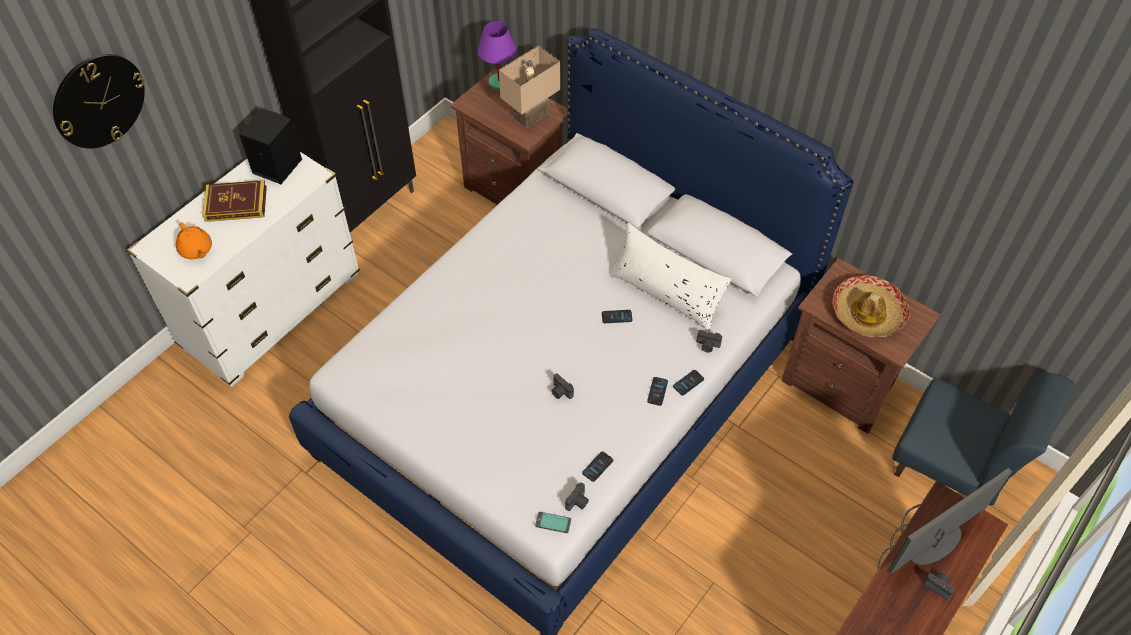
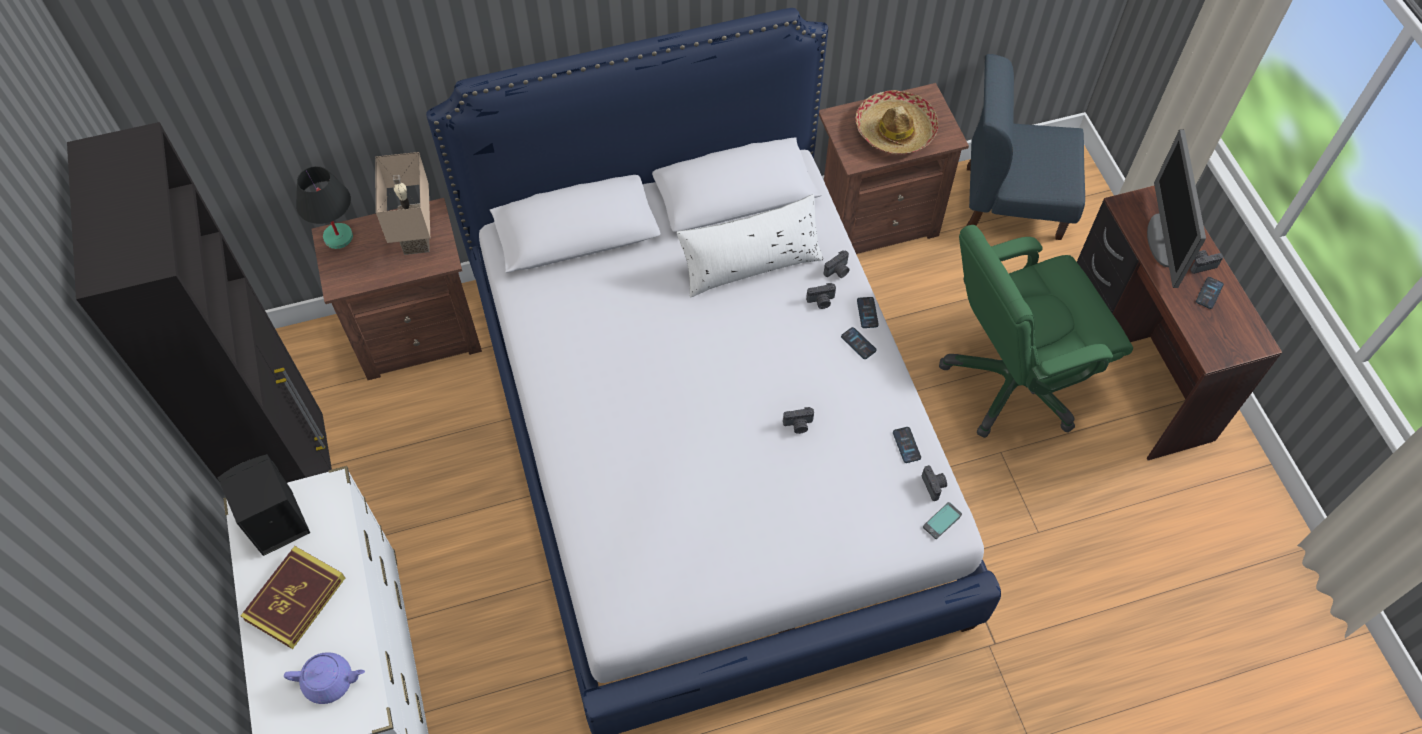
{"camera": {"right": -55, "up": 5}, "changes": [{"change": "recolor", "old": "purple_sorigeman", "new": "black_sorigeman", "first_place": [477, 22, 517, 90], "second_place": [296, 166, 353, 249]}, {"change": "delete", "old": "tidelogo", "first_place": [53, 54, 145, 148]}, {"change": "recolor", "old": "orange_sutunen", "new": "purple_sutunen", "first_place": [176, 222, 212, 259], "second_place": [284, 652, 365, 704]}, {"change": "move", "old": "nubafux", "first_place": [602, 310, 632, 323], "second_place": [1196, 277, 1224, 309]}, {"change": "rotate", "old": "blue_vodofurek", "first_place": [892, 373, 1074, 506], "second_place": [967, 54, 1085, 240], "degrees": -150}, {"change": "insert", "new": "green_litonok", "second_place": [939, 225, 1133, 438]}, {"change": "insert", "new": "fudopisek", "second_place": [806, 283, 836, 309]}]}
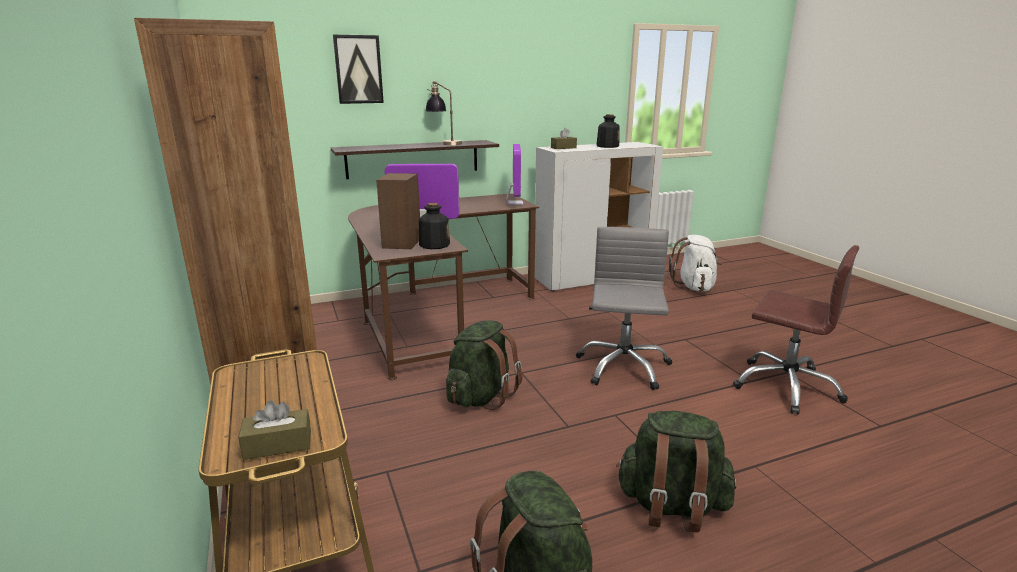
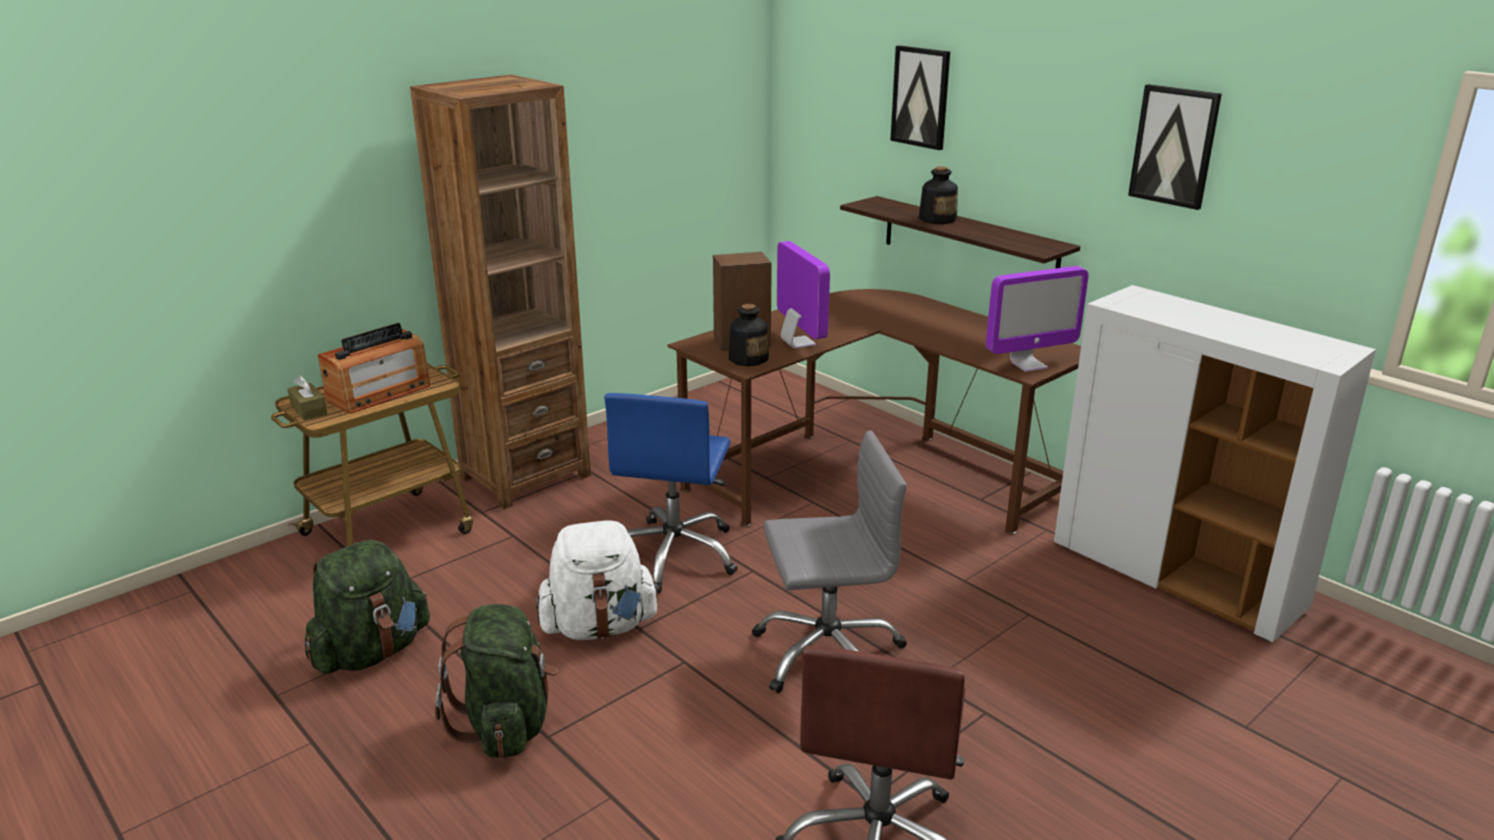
{"camera": {"right": 70, "up": 5}, "changes": [{"change": "delete", "old": "sorigeman", "first_place": [426, 81, 462, 145]}, {"change": "move", "old": "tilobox", "first_place": [596, 114, 620, 148], "second_place": [919, 167, 958, 224]}, {"change": "delete", "old": "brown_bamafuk", "first_place": [551, 128, 577, 149]}, {"change": "move", "old": "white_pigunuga", "first_place": [669, 235, 721, 292], "second_place": [536, 520, 660, 640]}, {"change": "replace", "old": "green_pigunuga", "new": "blue_litonok", "first_place": [446, 320, 522, 410], "second_place": [604, 393, 738, 593]}, {"change": "insert", "new": "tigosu", "second_place": [1128, 84, 1222, 210]}, {"change": "insert", "new": "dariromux", "second_place": [318, 323, 430, 414]}]}
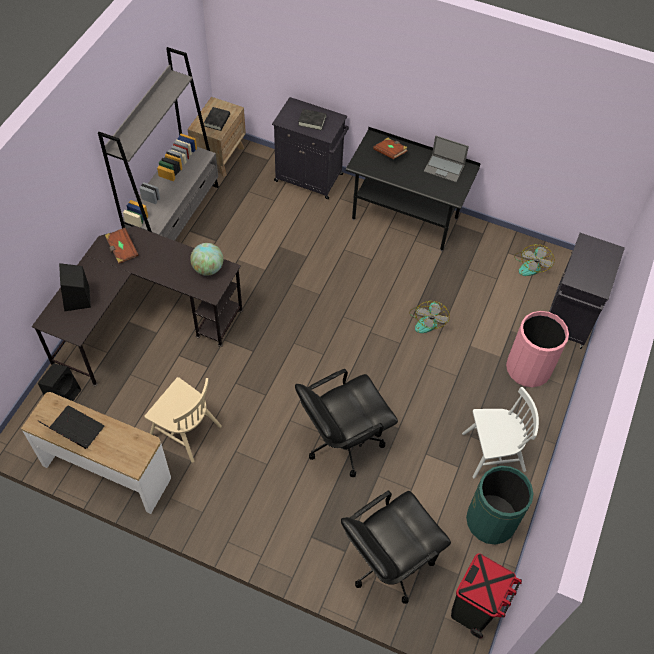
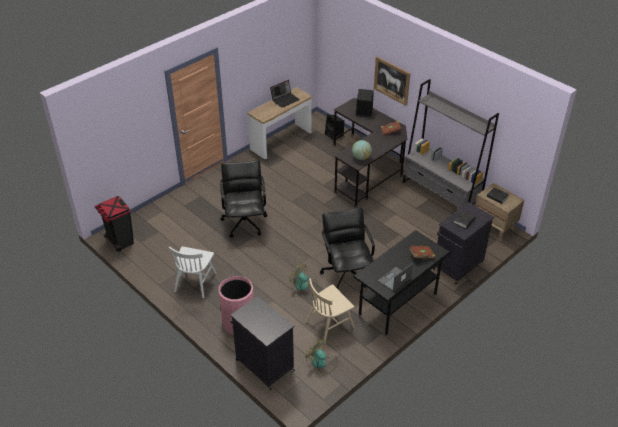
{"camera": {"right": 115, "up": -15}, "changes": [{"change": "move", "old": "beige_vodofurek", "first_place": [144, 377, 222, 463], "second_place": [305, 278, 354, 343]}, {"change": "delete", "old": "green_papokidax", "first_place": [466, 466, 533, 544]}, {"change": "move", "old": "black_litonok", "first_place": [341, 490, 451, 604], "second_place": [320, 207, 375, 290]}, {"change": "insert", "new": "tigosu", "second_place": [374, 57, 410, 106]}]}
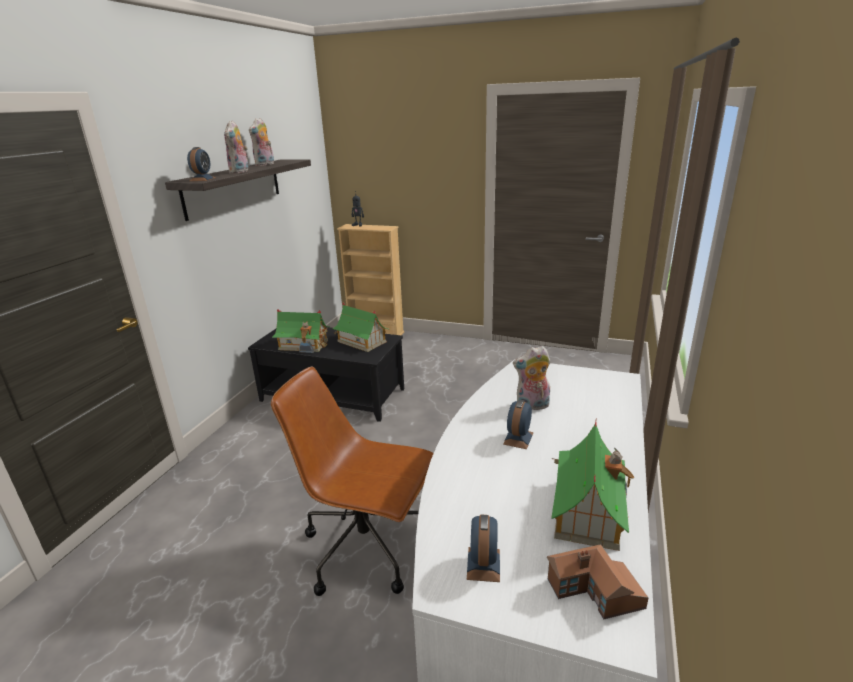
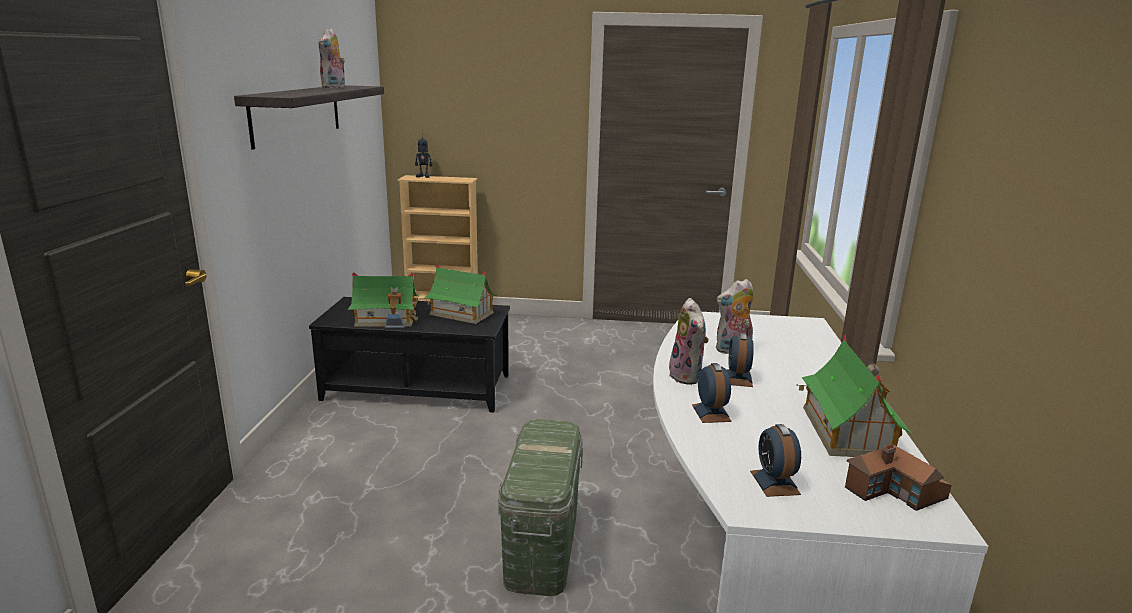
{"camera": {"right": -15, "up": -5}, "changes": [{"change": "move", "old": "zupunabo", "first_place": [224, 120, 248, 173], "second_place": [666, 298, 708, 385]}, {"change": "move", "old": "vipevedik", "first_place": [187, 147, 216, 181], "second_place": [692, 363, 732, 423]}, {"change": "replace", "old": "brown_litonok", "new": "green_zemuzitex", "first_place": [271, 367, 434, 596], "second_place": [498, 419, 583, 596]}]}
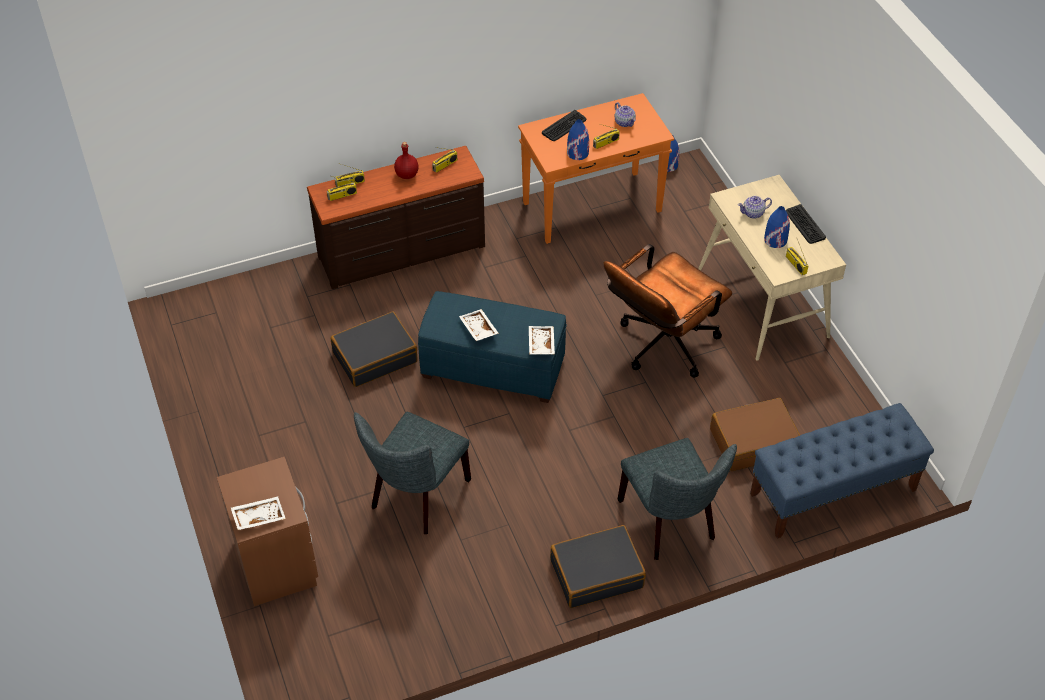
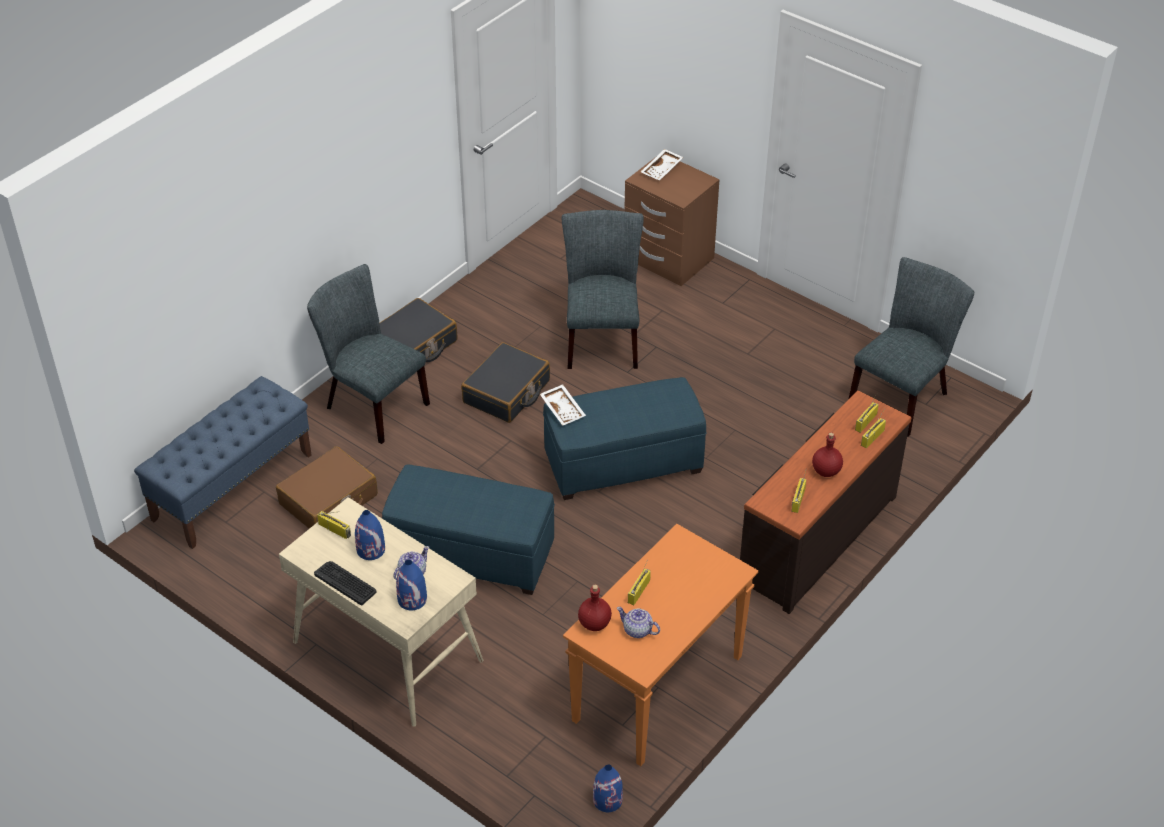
{"camera": {"right": 150, "up": -5}, "changes": [{"change": "delete", "old": "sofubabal", "first_place": [542, 110, 586, 141]}, {"change": "move", "old": "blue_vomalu", "first_place": [567, 119, 589, 160], "second_place": [396, 560, 427, 610]}, {"change": "replace", "old": "brown_litonok", "new": "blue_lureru", "first_place": [603, 244, 732, 378], "second_place": [382, 464, 555, 595]}, {"change": "delete", "old": "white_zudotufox", "first_place": [459, 309, 499, 341]}, {"change": "move", "old": "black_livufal", "first_place": [331, 311, 418, 387], "second_place": [461, 342, 550, 423]}, {"change": "insert", "new": "grey_vodofurek", "second_place": [849, 257, 974, 437]}, {"change": "insert", "new": "red_tilobox", "second_place": [578, 585, 612, 631]}]}
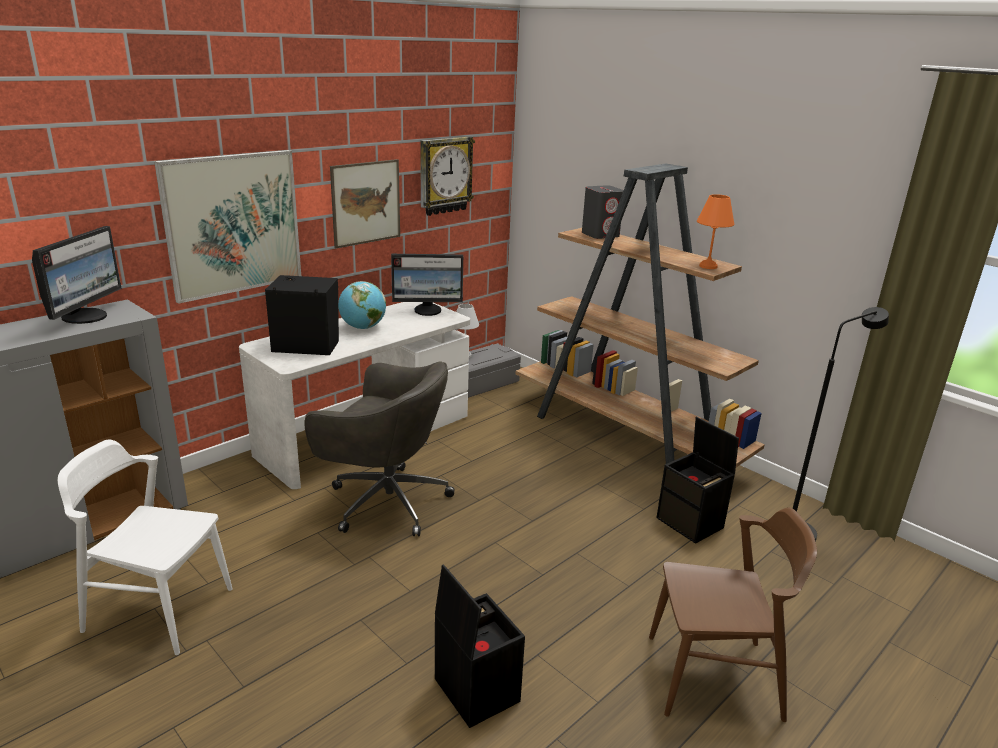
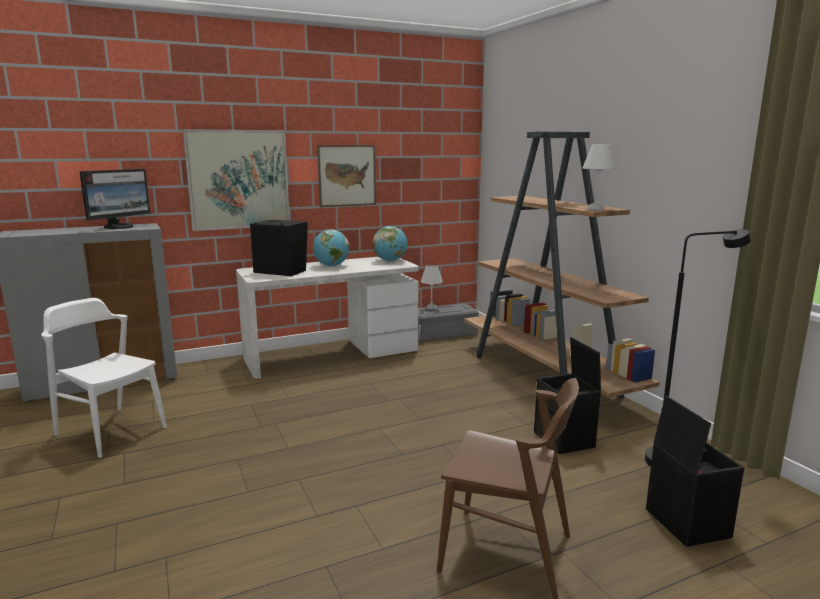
{"camera": {"right": 20, "up": -10}, "changes": [{"change": "delete", "old": "tidelogo", "first_place": [420, 136, 475, 216]}, {"change": "delete", "old": "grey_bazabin", "first_place": [582, 185, 624, 239]}, {"change": "recolor", "old": "orange_sorigeman", "new": "white_sorigeman", "first_place": [697, 194, 734, 269], "second_place": [583, 145, 616, 210]}, {"change": "replace", "old": "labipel", "new": "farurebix", "first_place": [391, 254, 463, 316], "second_place": [373, 226, 408, 261]}, {"change": "delete", "old": "grey_litonok", "first_place": [304, 361, 455, 536]}, {"change": "move", "old": "black_zemuzitex", "first_place": [435, 564, 525, 728], "second_place": [646, 395, 744, 547]}]}
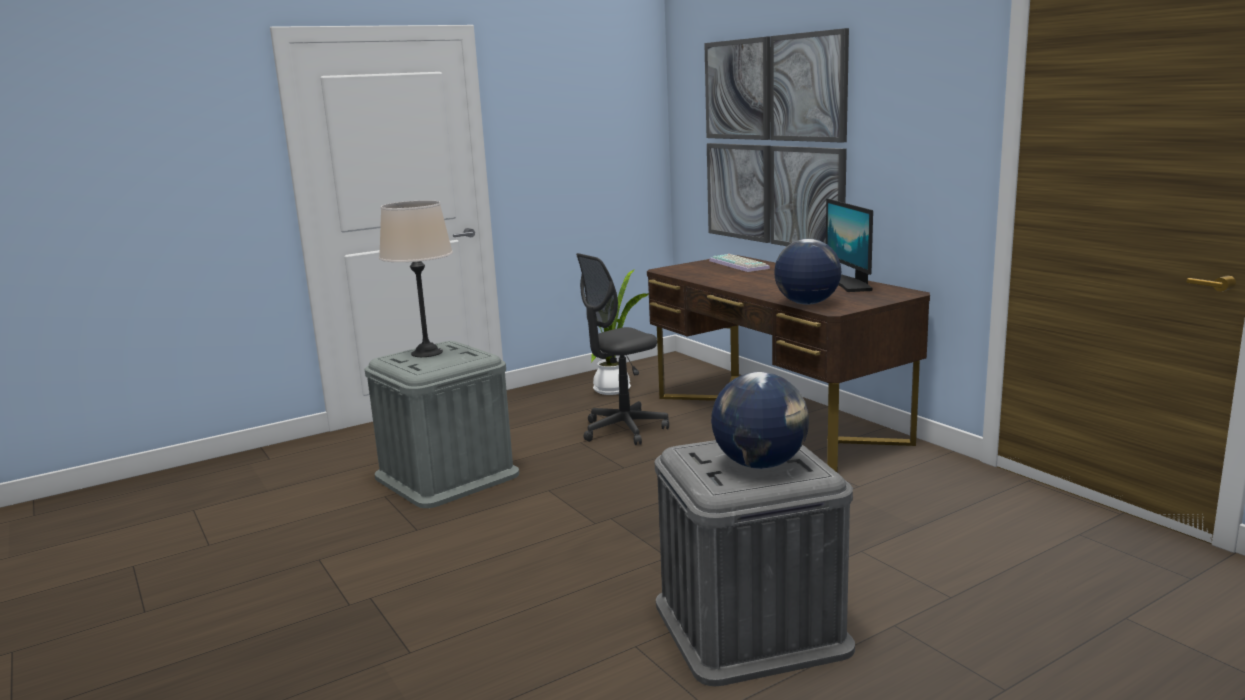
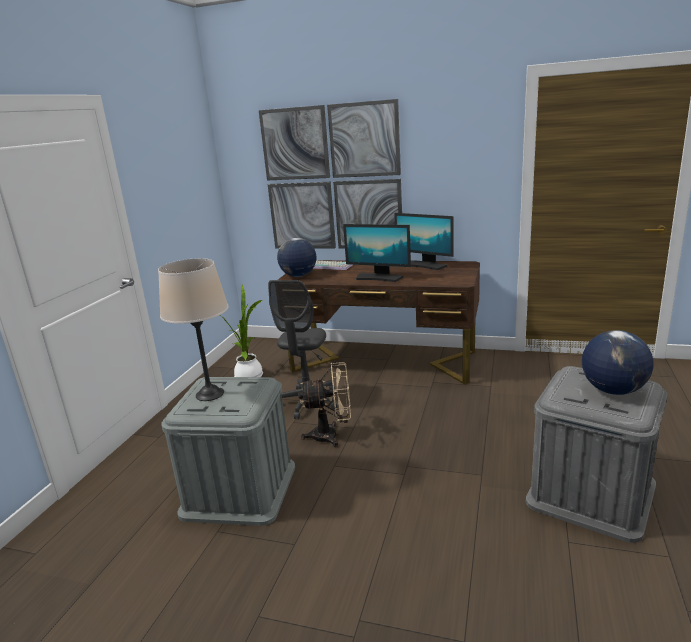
{"camera": {"right": -40, "up": 5}, "changes": [{"change": "move", "old": "farurebix", "first_place": [774, 239, 841, 305], "second_place": [277, 238, 316, 277]}, {"change": "insert", "new": "labipel", "second_place": [343, 224, 411, 282]}, {"change": "insert", "new": "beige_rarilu", "second_place": [298, 362, 351, 447]}]}
